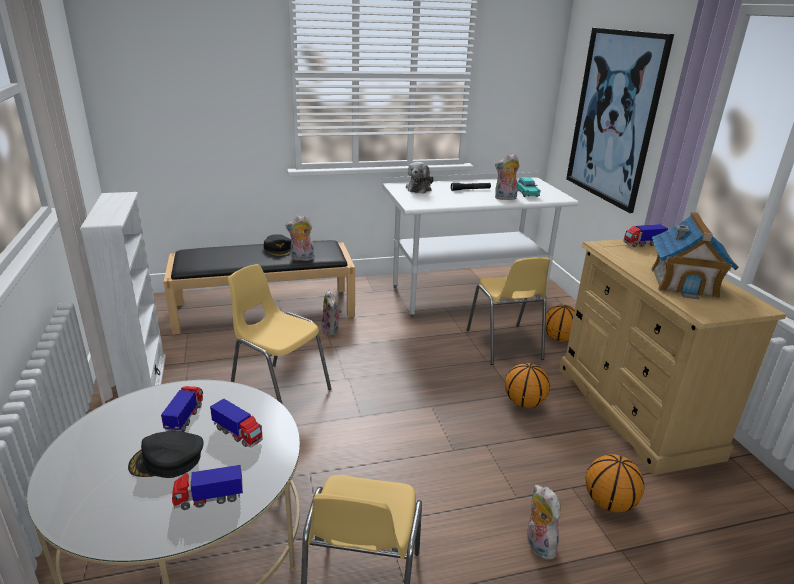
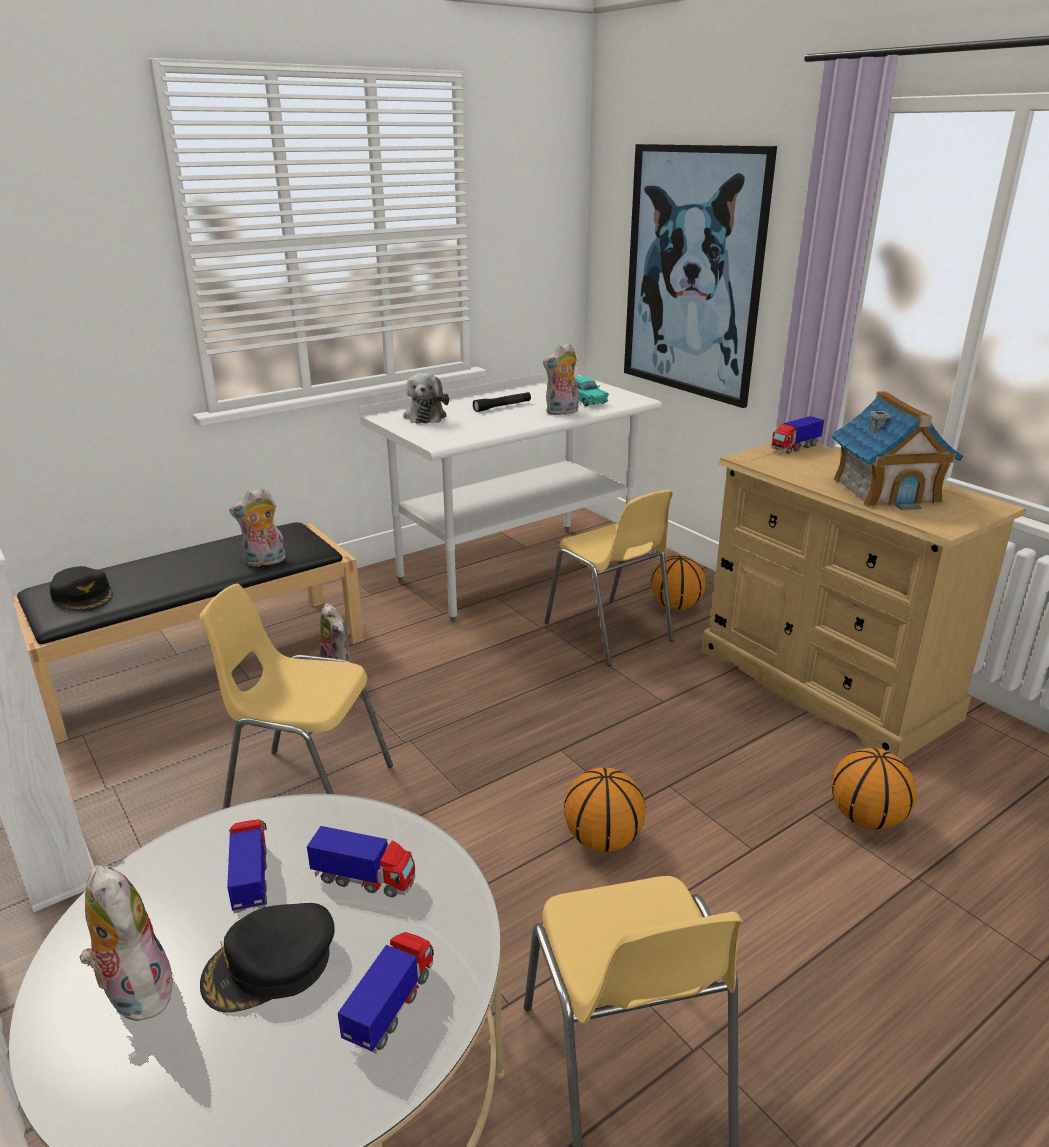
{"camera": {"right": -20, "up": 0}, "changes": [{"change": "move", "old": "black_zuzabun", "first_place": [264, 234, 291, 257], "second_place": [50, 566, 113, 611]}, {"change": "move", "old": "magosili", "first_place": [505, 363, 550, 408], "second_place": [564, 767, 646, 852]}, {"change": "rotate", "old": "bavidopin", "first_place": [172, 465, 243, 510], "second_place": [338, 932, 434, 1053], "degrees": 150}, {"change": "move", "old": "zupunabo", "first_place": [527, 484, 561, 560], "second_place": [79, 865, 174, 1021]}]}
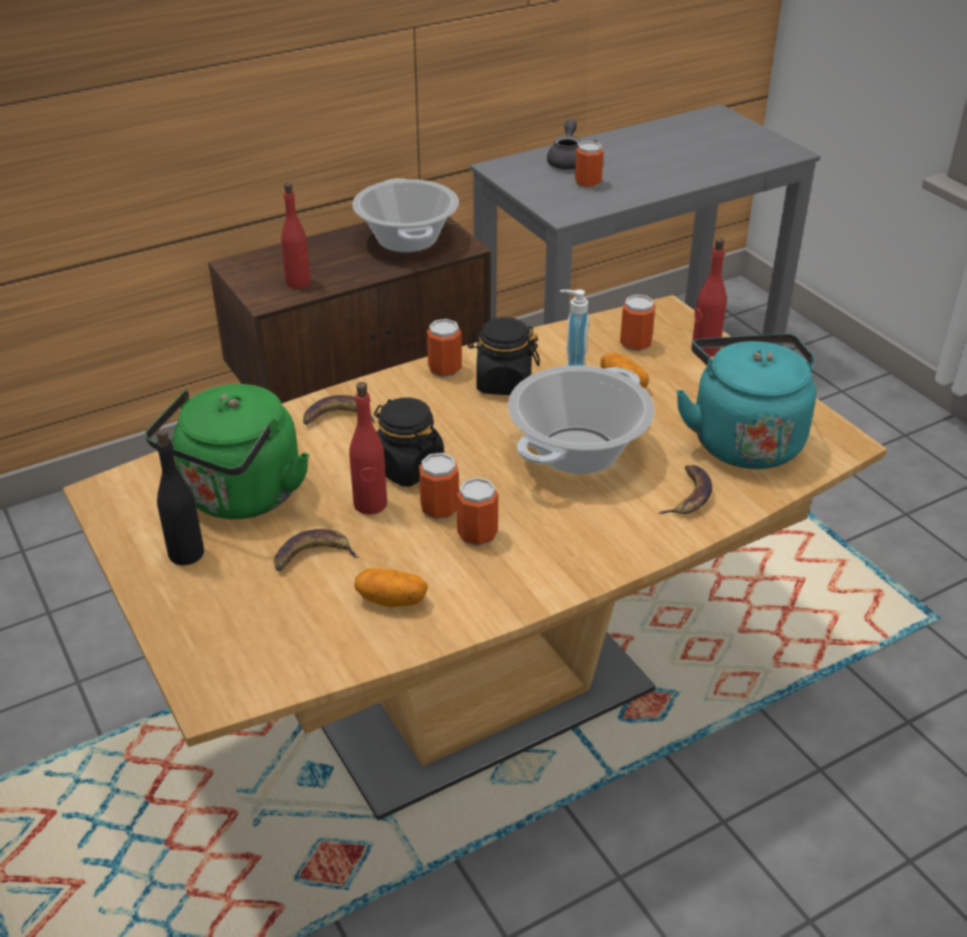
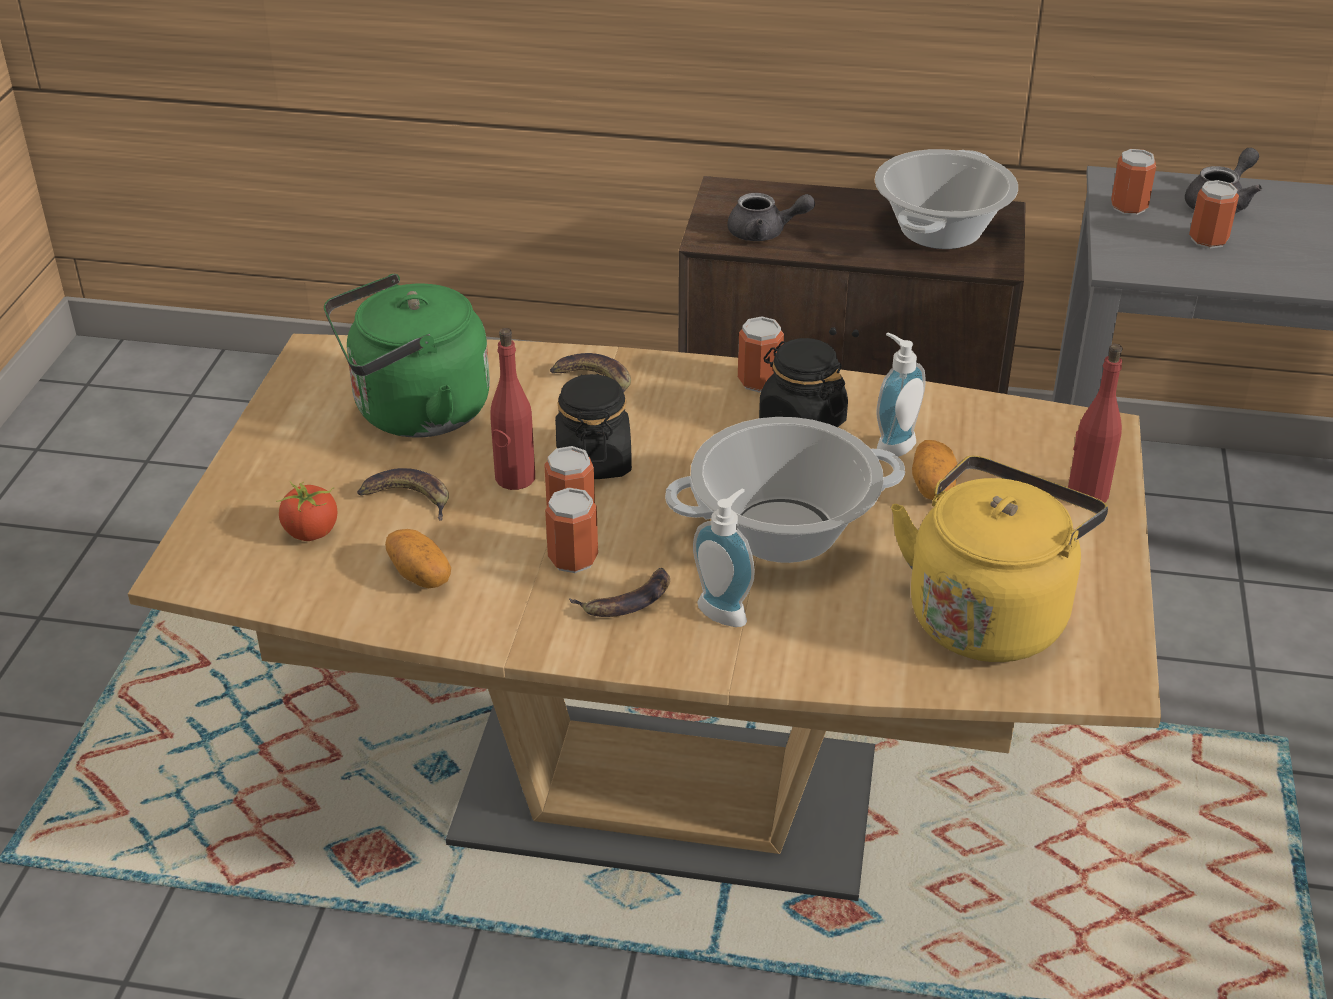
{"camera": {"right": 40, "up": 0}, "changes": [{"change": "replace", "old": "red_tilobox", "new": "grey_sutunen", "first_place": [281, 183, 311, 289], "second_place": [727, 193, 815, 241]}, {"change": "move", "old": "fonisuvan", "first_place": [620, 294, 655, 352], "second_place": [1111, 149, 1156, 215]}, {"change": "recolor", "old": "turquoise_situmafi", "new": "yellow_situmafi", "first_place": [676, 334, 816, 469], "second_place": [891, 456, 1108, 662]}, {"change": "delete", "old": "black_tilobox", "first_place": [156, 429, 204, 565]}, {"change": "move", "old": "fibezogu", "first_place": [658, 465, 712, 514], "second_place": [569, 568, 670, 617]}, {"change": "insert", "new": "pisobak", "second_place": [279, 481, 337, 541]}, {"change": "insert", "new": "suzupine", "second_place": [693, 489, 755, 627]}]}
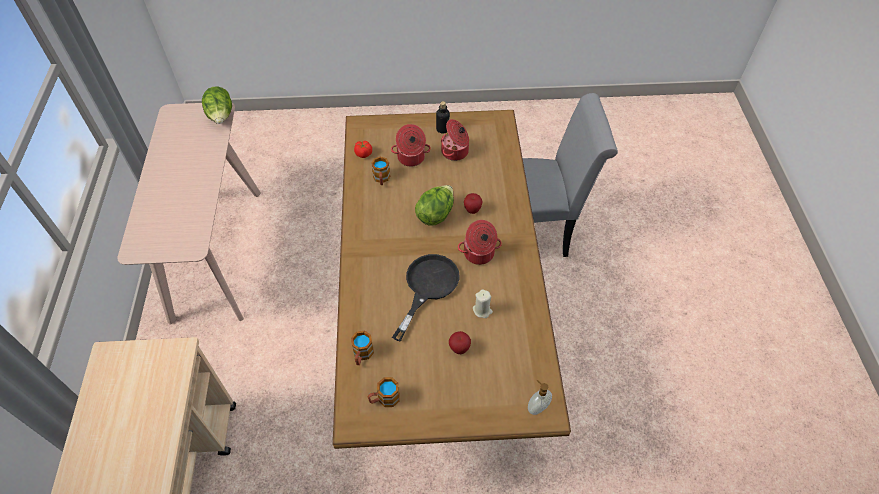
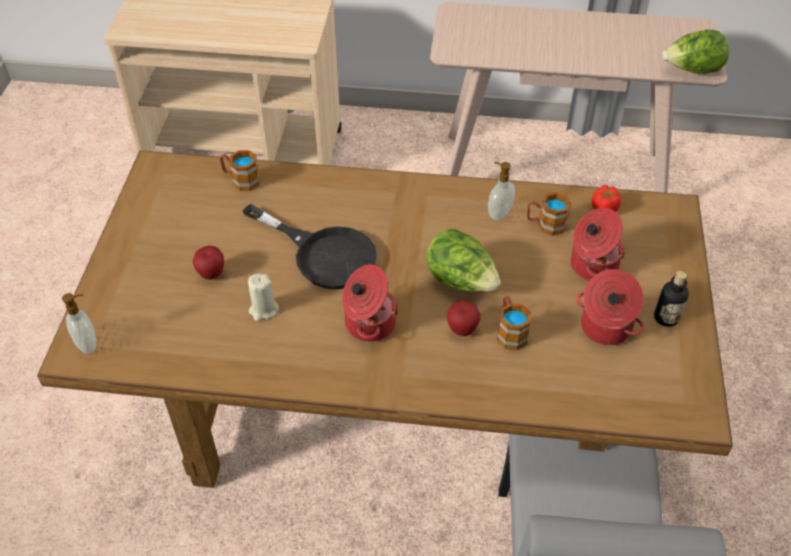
{"camera": {"right": 100, "up": -5}, "changes": [{"change": "move", "old": "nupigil", "first_place": [368, 377, 400, 407], "second_place": [497, 296, 531, 350]}, {"change": "insert", "new": "suzupine", "second_place": [488, 162, 515, 221]}]}
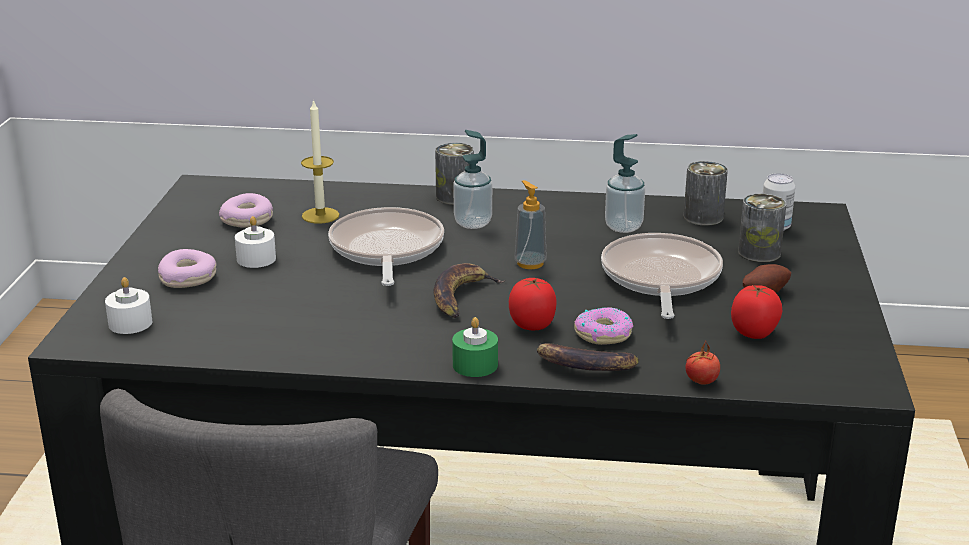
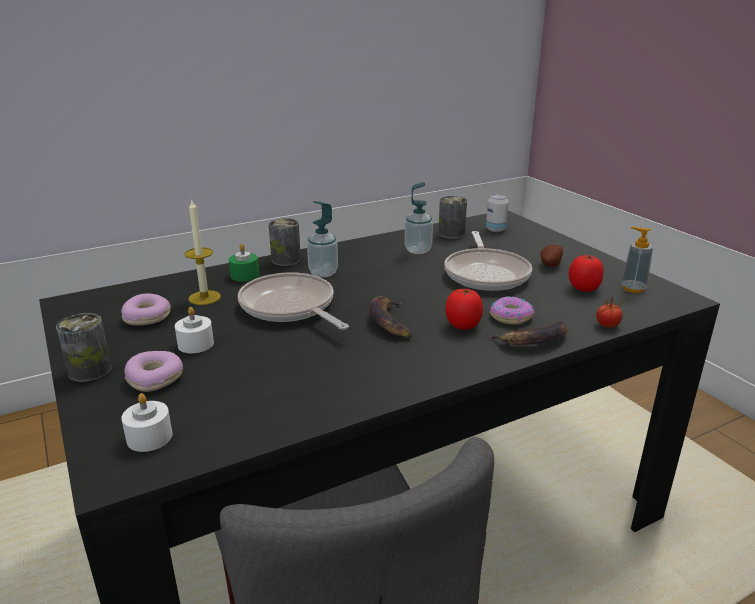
{"camera": {"right": -35, "up": 0}, "changes": [{"change": "move", "old": "suzupine", "first_place": [514, 180, 547, 269], "second_place": [621, 227, 653, 293]}, {"change": "move", "old": "fonisuvan", "first_place": [738, 194, 786, 262], "second_place": [56, 313, 112, 382]}, {"change": "rotate", "old": "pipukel", "first_place": [601, 233, 723, 319], "second_place": [444, 231, 532, 291], "degrees": -150}, {"change": "move", "old": "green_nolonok", "first_place": [452, 317, 498, 377], "second_place": [229, 244, 259, 282]}]}
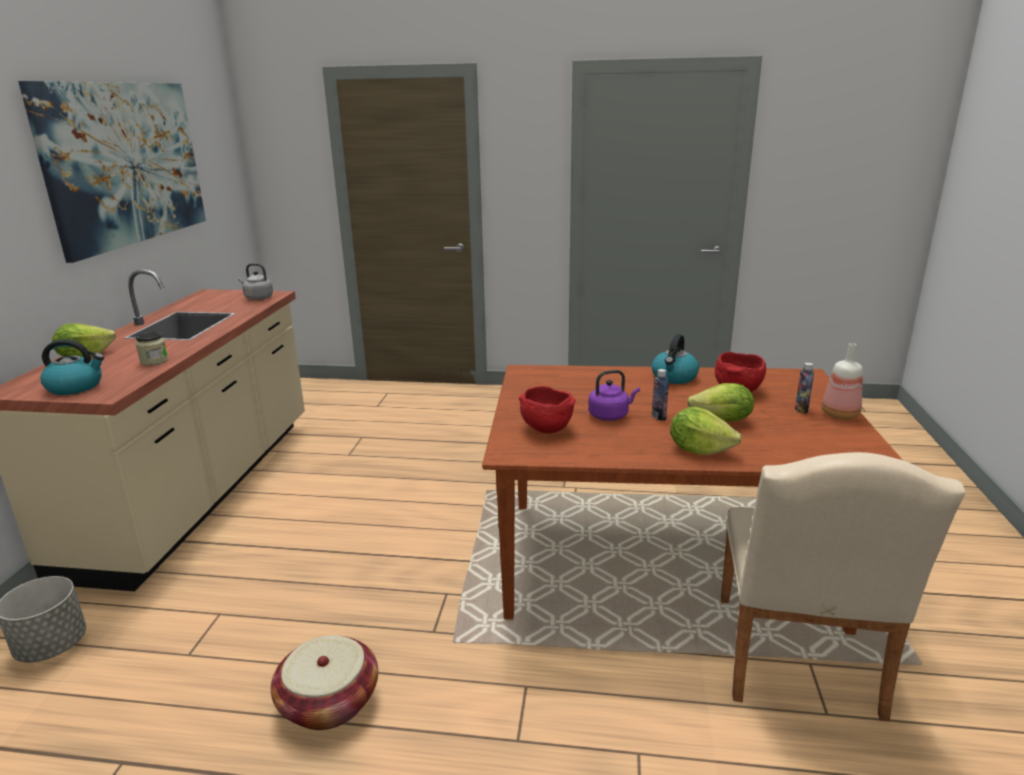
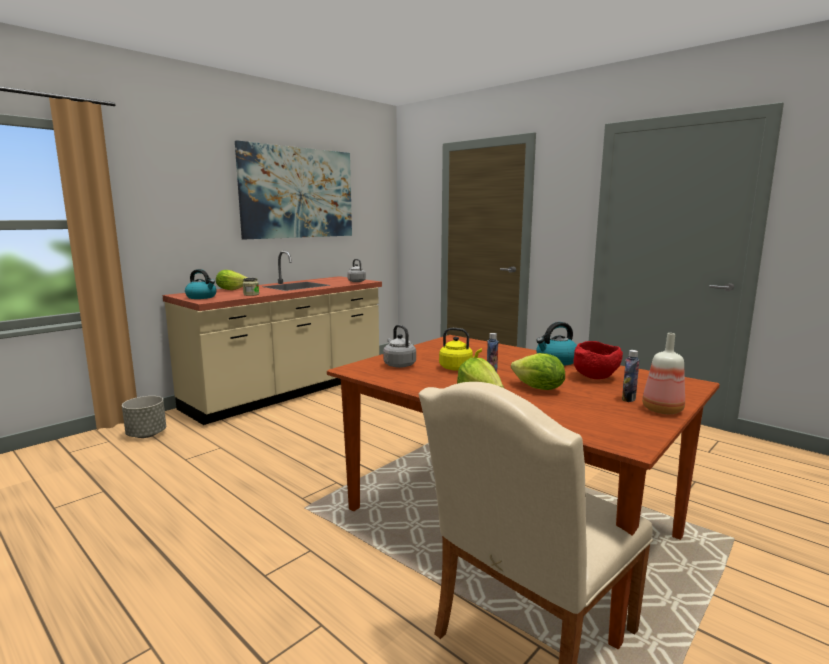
{"camera": {"right": 35, "up": -10}, "changes": [{"change": "recolor", "old": "purple_situmafi", "new": "yellow_situmafi", "first_place": [588, 370, 640, 421], "second_place": [439, 328, 482, 371]}, {"change": "replace", "old": "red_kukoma", "new": "grey_situmafi", "first_place": [519, 386, 575, 433], "second_place": [383, 325, 416, 368]}, {"change": "delete", "old": "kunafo", "first_place": [271, 635, 378, 730]}]}
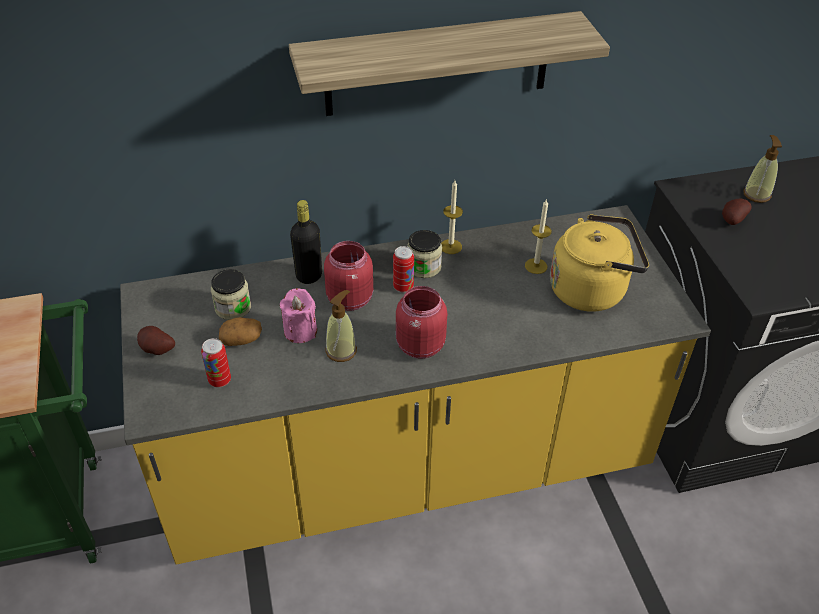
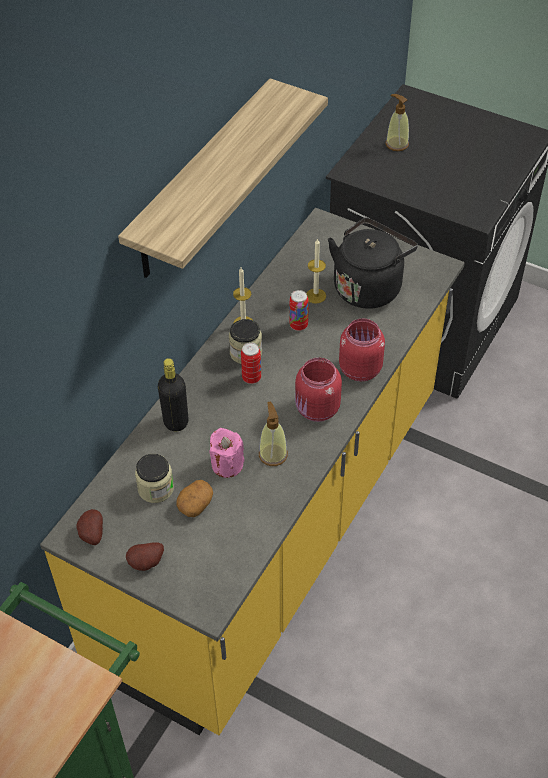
{"camera": {"right": -45, "up": 5}, "changes": [{"change": "move", "old": "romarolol", "first_place": [722, 198, 752, 225], "second_place": [77, 509, 103, 545]}, {"change": "recolor", "old": "yellow_situmafi", "new": "black_situmafi", "first_place": [550, 214, 649, 312], "second_place": [328, 218, 418, 309]}, {"change": "move", "old": "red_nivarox", "first_place": [324, 241, 373, 311], "second_place": [339, 319, 385, 382]}, {"change": "move", "old": "fonisuvan", "first_place": [201, 338, 231, 387], "second_place": [289, 290, 309, 331]}]}
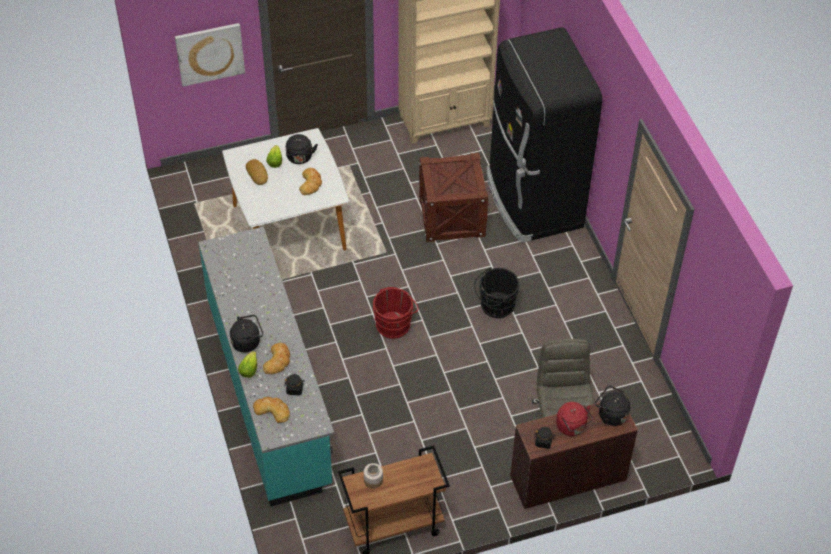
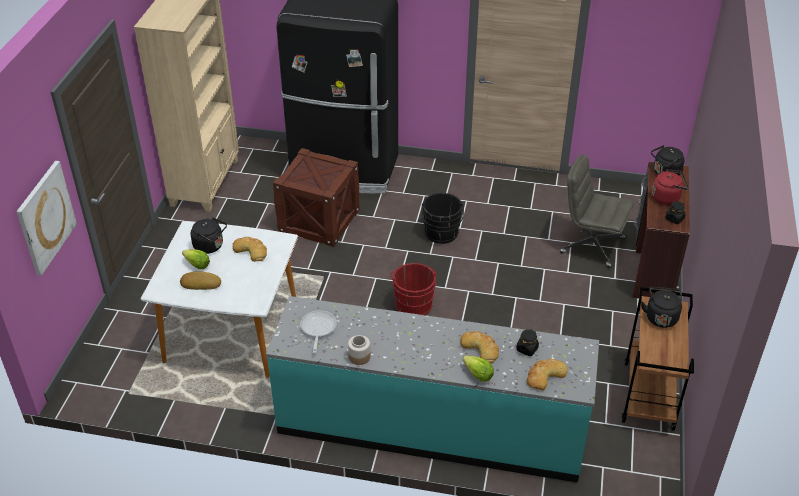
{"camera": {"right": -60, "up": -10}, "changes": [{"change": "move", "old": "black_situmafi", "first_place": [230, 315, 263, 352], "second_place": [641, 287, 682, 328]}, {"change": "move", "old": "nivarox", "first_place": [364, 463, 383, 489], "second_place": [348, 335, 370, 365]}, {"change": "insert", "new": "pipukel", "second_place": [300, 310, 337, 353]}]}
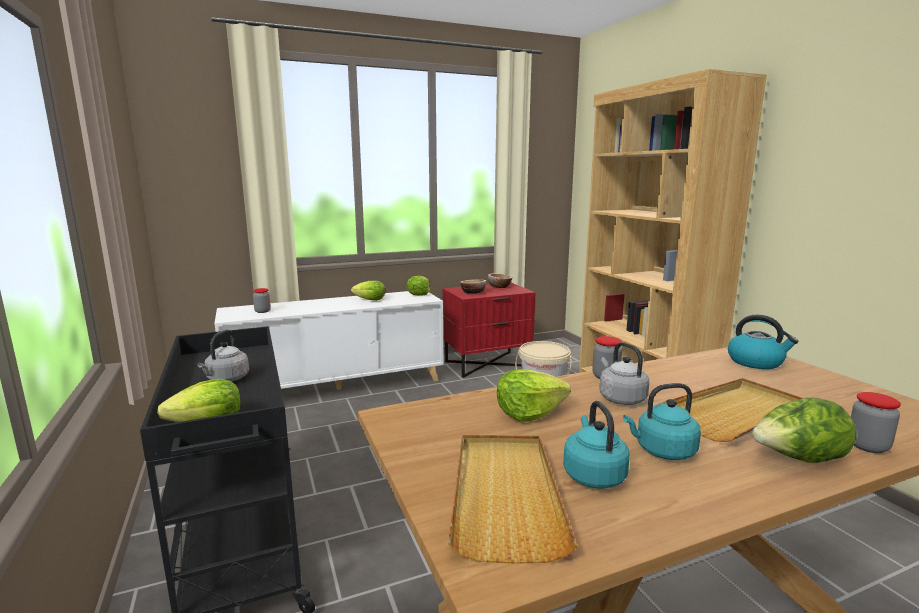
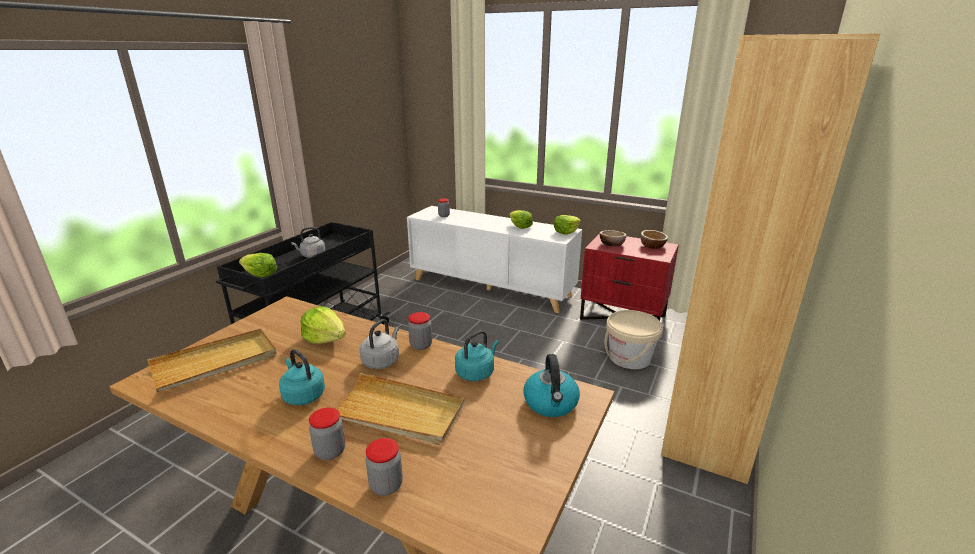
{"camera": {"right": 50, "up": 10}, "changes": [{"change": "replace", "old": "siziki", "new": "nivarox", "first_place": [752, 398, 856, 463], "second_place": [309, 407, 345, 460]}, {"change": "move", "old": "turquoise_situmafi", "first_place": [563, 401, 630, 489], "second_place": [455, 330, 499, 381]}]}
